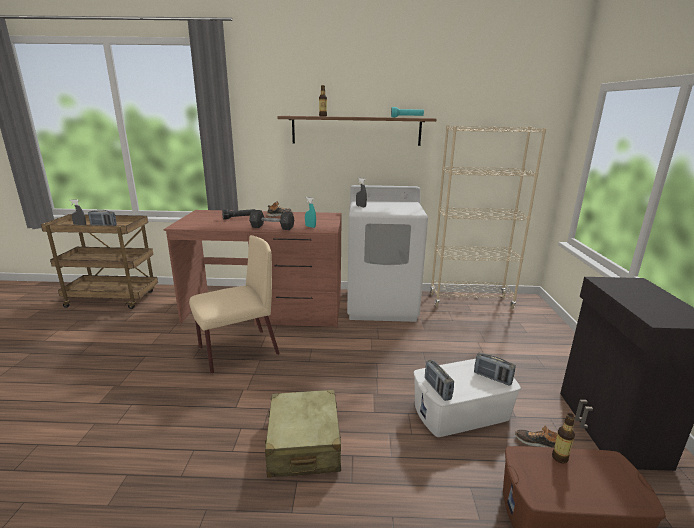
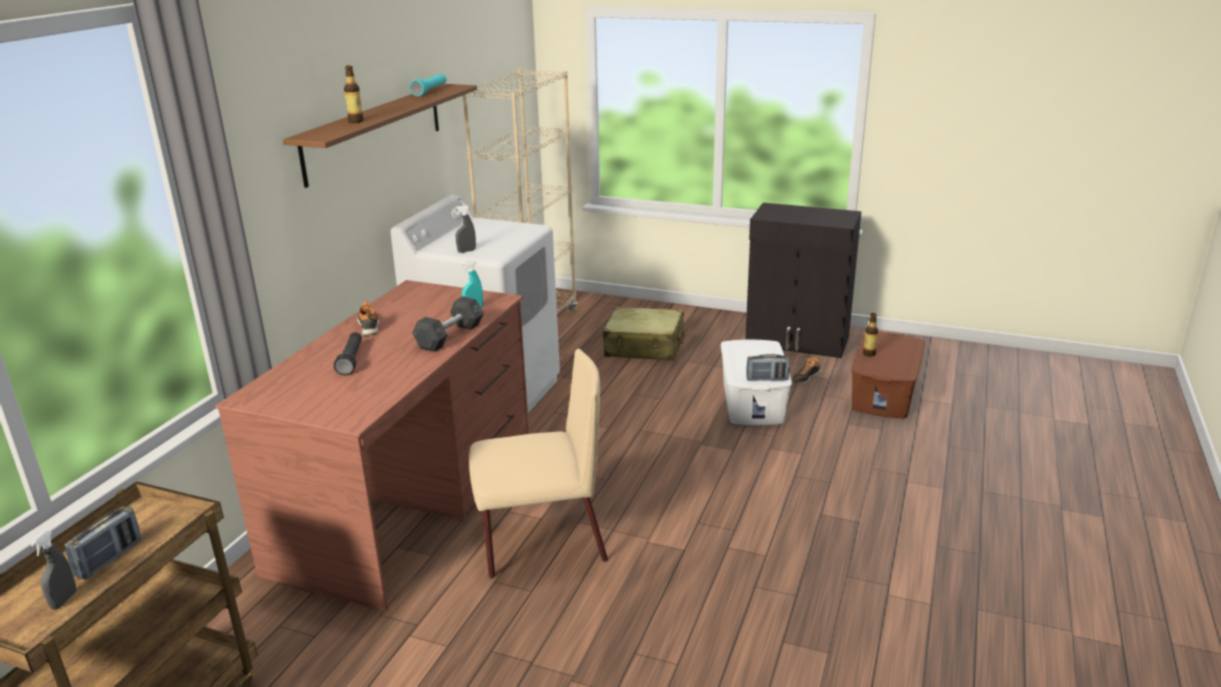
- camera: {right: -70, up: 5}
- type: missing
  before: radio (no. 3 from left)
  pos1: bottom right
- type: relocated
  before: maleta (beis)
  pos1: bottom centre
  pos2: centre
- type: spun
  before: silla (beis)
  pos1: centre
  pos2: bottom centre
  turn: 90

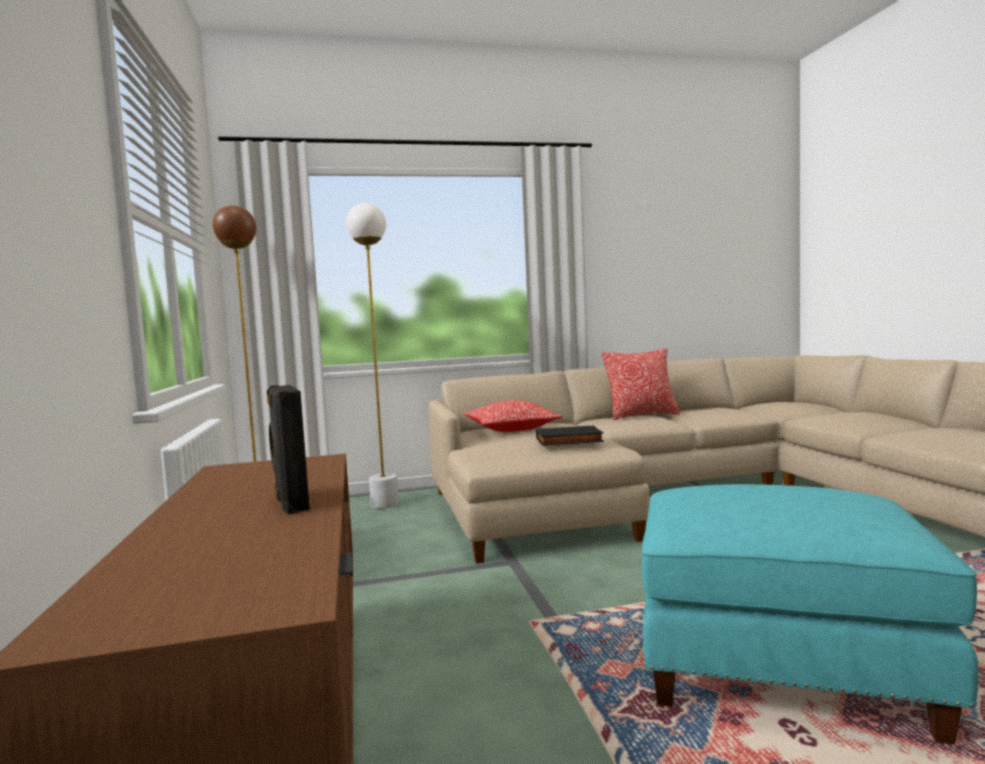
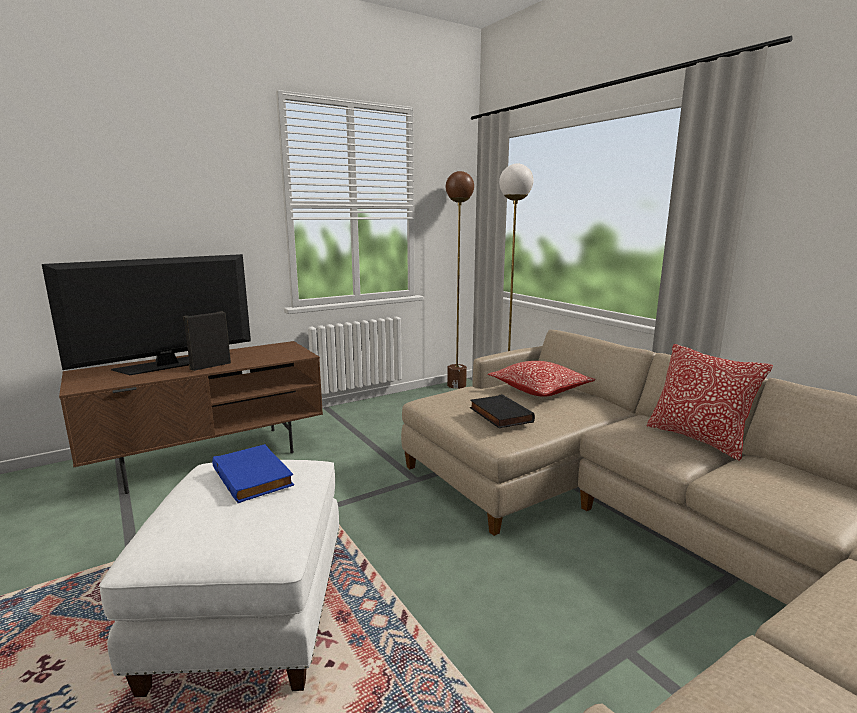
- camera: {right: 70, up: 10}
- type: appeared
  after: televisor
  pos2: middle left
- type: appeared
  after: libro (azul)
  pos2: middle left
- type: colour
  before: puf (turquesa)
  after: puf (blanco)
  pos1: bottom right
  pos2: bottom left

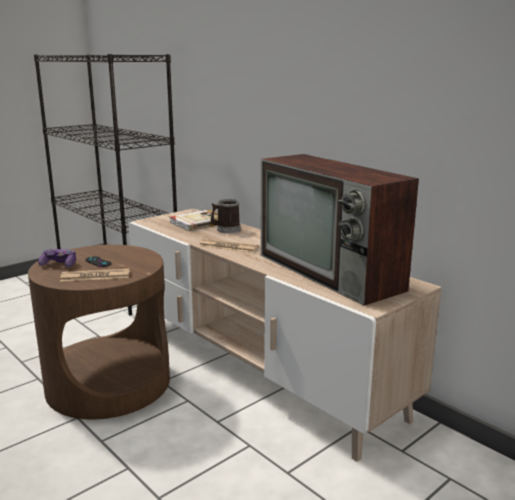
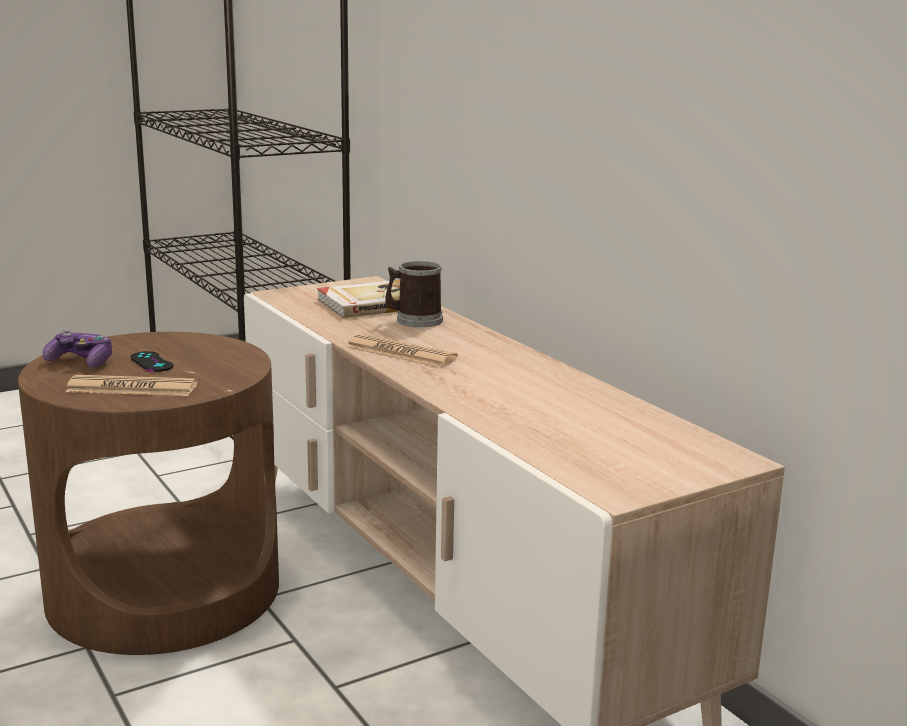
- camera: {right: 10, up: 0}
- type: missing
  before: televisor
  pos1: centre

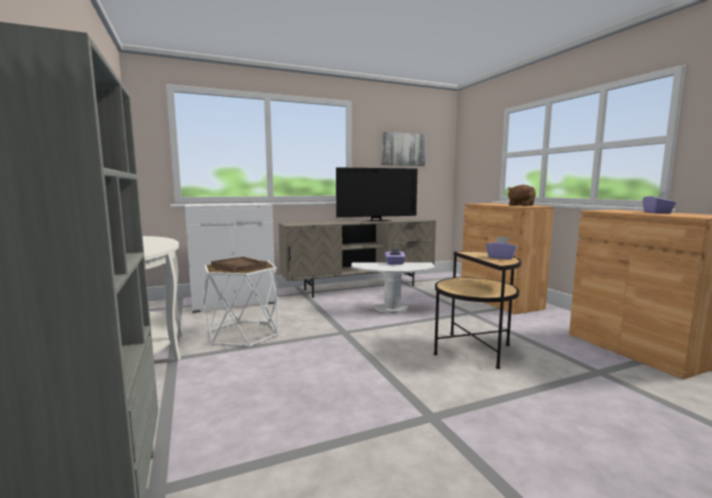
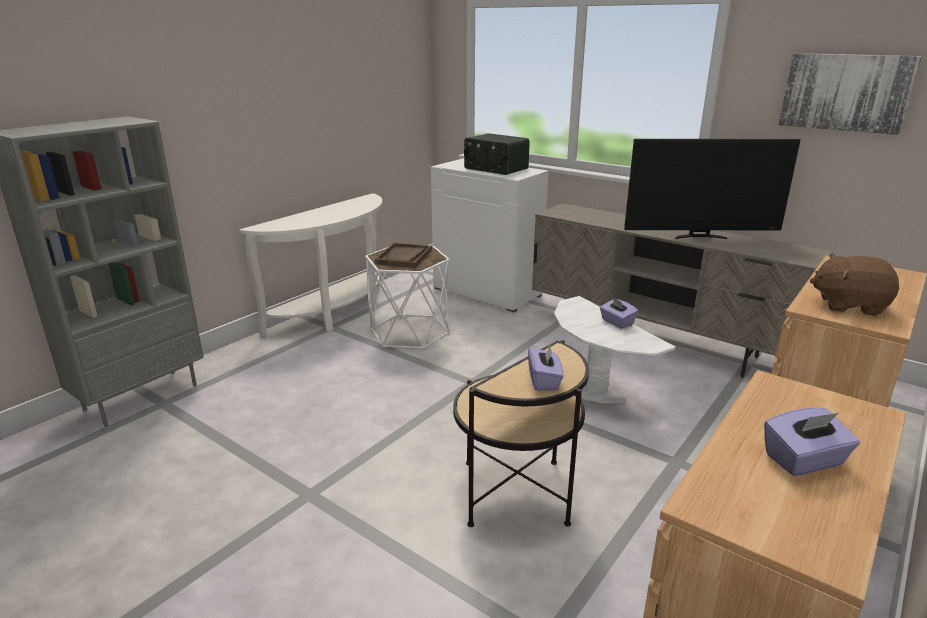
- camera: {right: 60, up: 15}
- type: appeared
  after: radio
  pos2: top centre
- type: spun
  before: televisor
  pos1: centre
  pos2: top right
  turn: -45

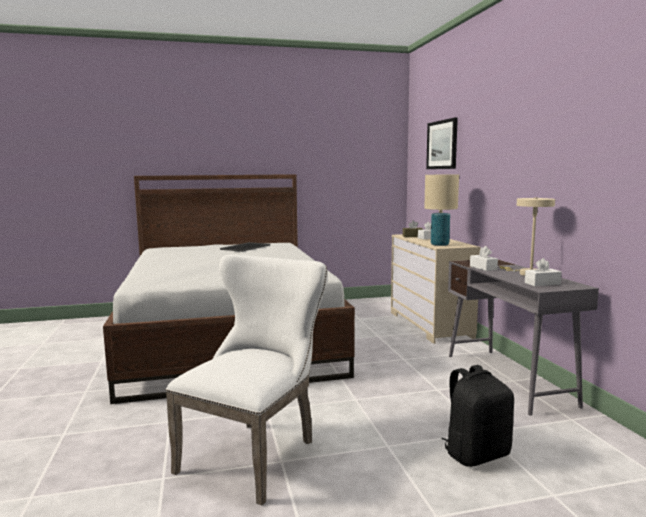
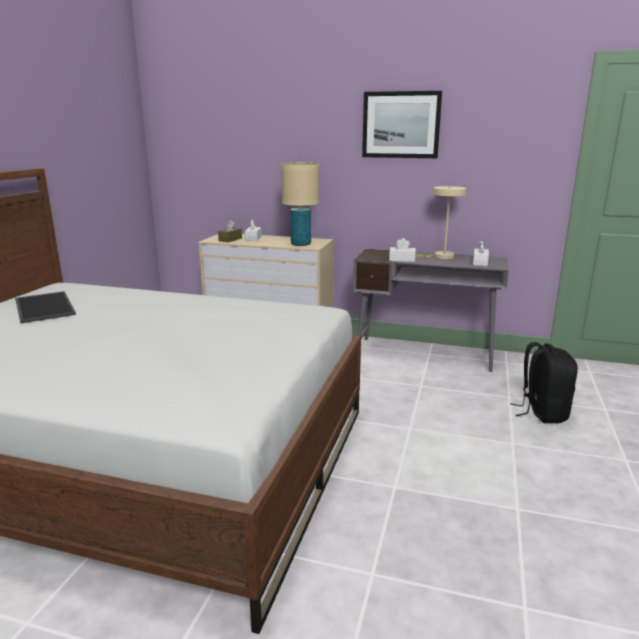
- camera: {right: -60, up: 10}
- type: missing
  before: silla (blanco)
  pos1: bottom centre
- type: relocated
  before: cuadro
  pos1: top right
  pos2: top centre

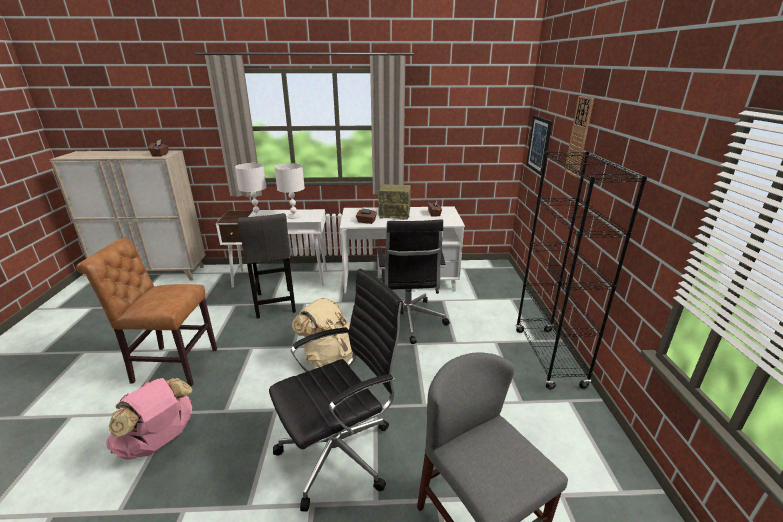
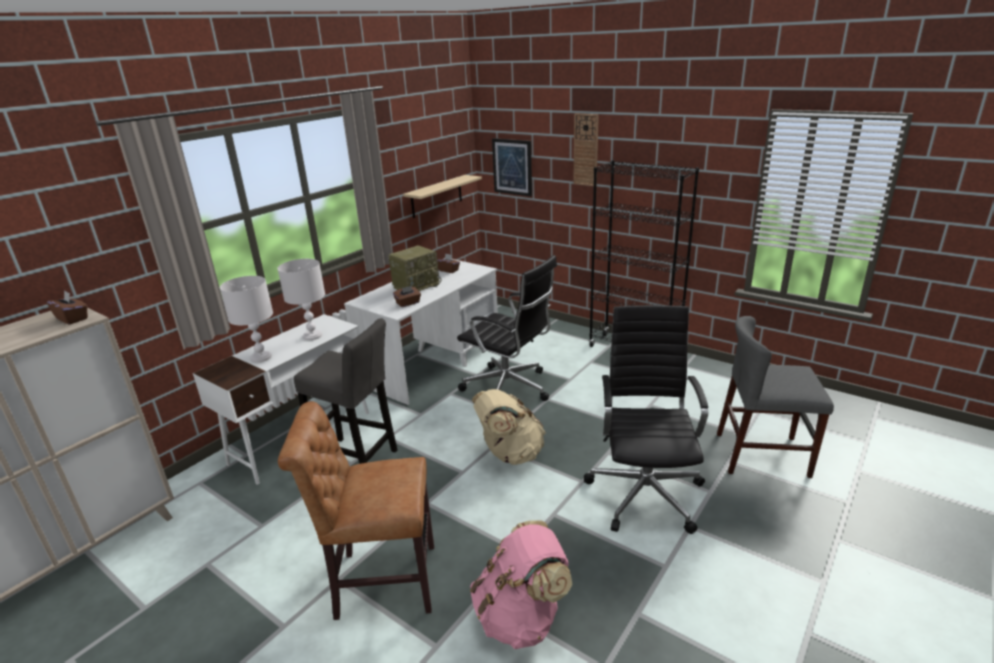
- camera: {right: -50, up: 0}
- type: appeared
  after: estante (beis)
  pos2: top centre
- type: spun
  before: silla (marrón)
  pos1: middle left
  pos2: bottom centre
  turn: 45

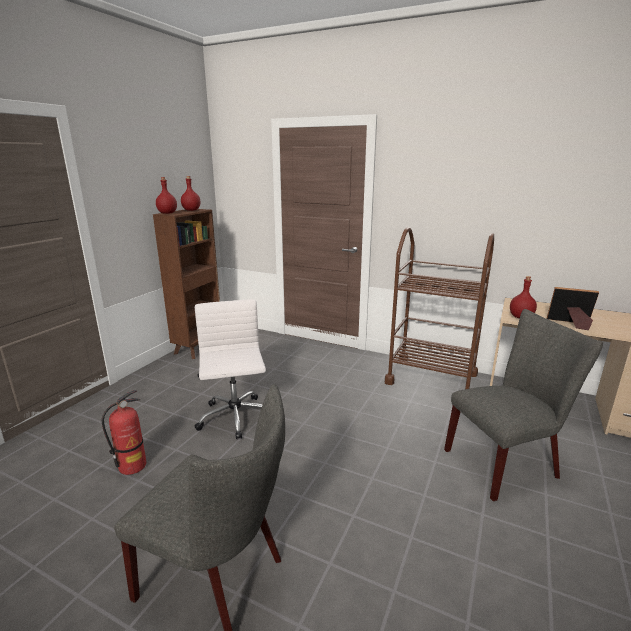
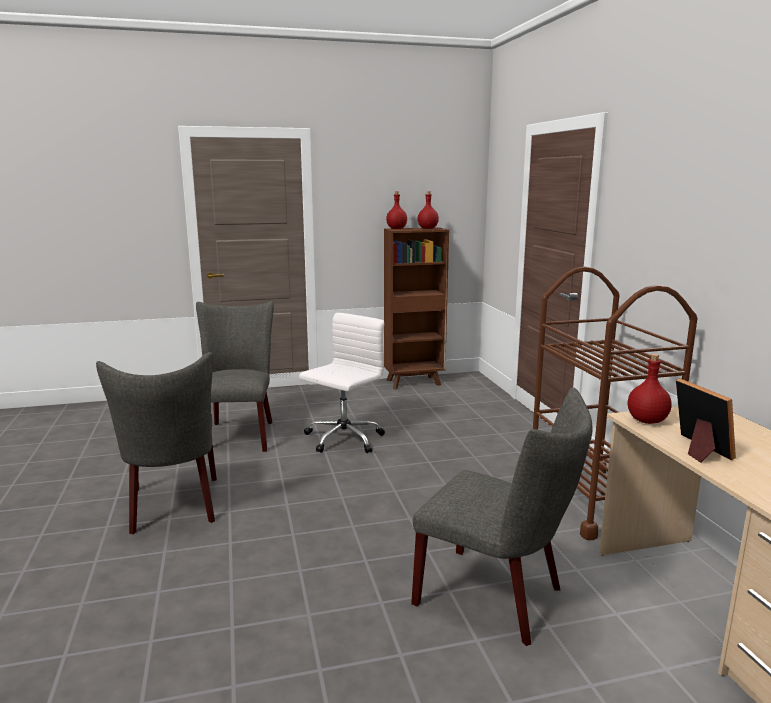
- camera: {right: 50, up: -5}
- type: exchanged
  before: extintor
  after: silla (gris) (no. 2 from left)
  pos1: bottom left
  pos2: middle left

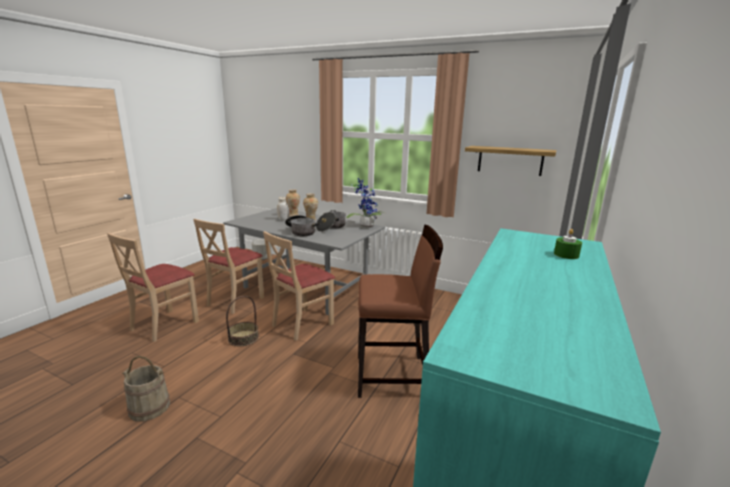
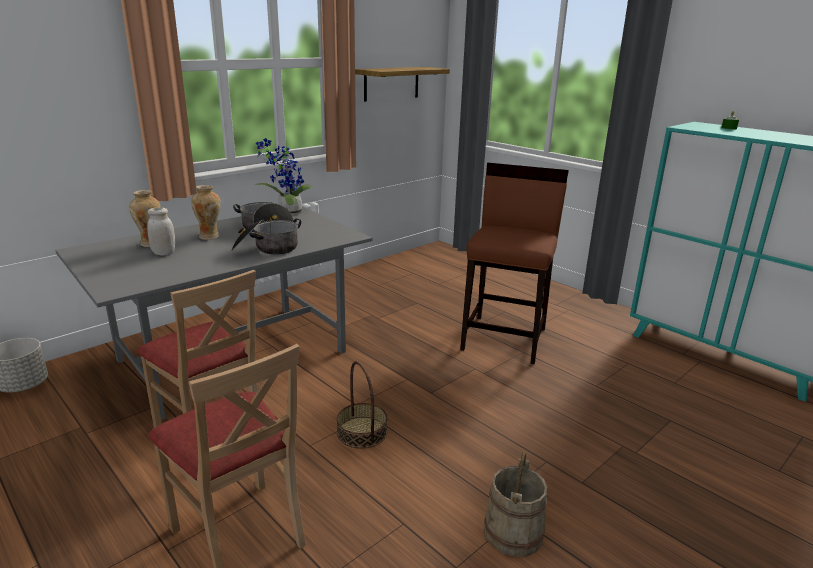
- camera: {right: -70, up: 5}
- type: missing
  before: silla (beis) (no. 3 from left)
  pos1: centre

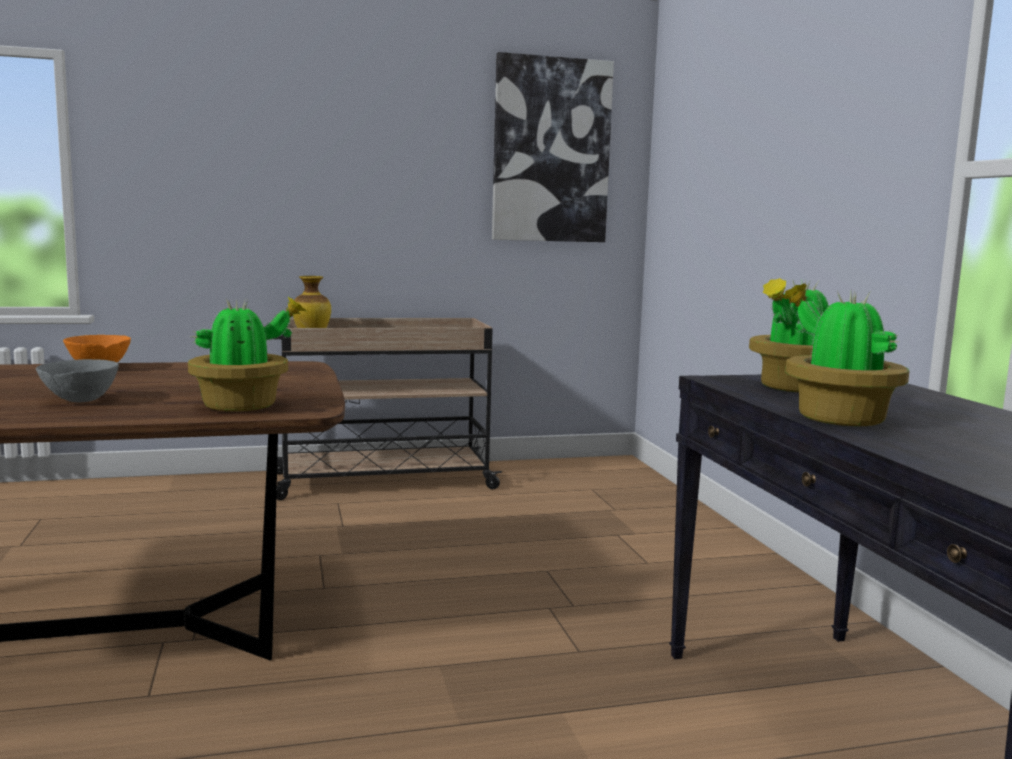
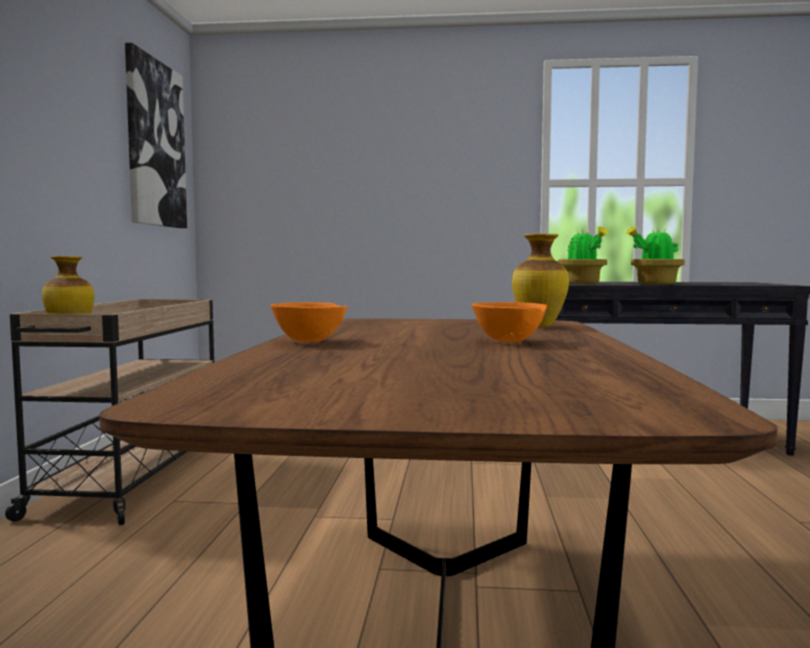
- camera: {right: -70, up: -5}
- type: exchanged
  before: planta en maceta (no. 1 from left)
  after: florero (no. 2 from left)
  pos1: middle left
  pos2: middle right
- type: colour
  before: cuenco (gris)
  after: cuenco (naranja) (no. 2 from left)
  pos1: middle left
  pos2: centre

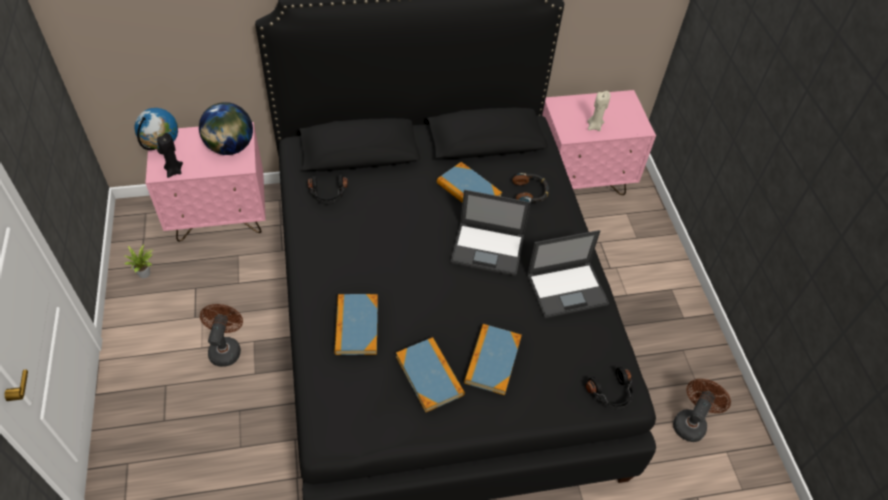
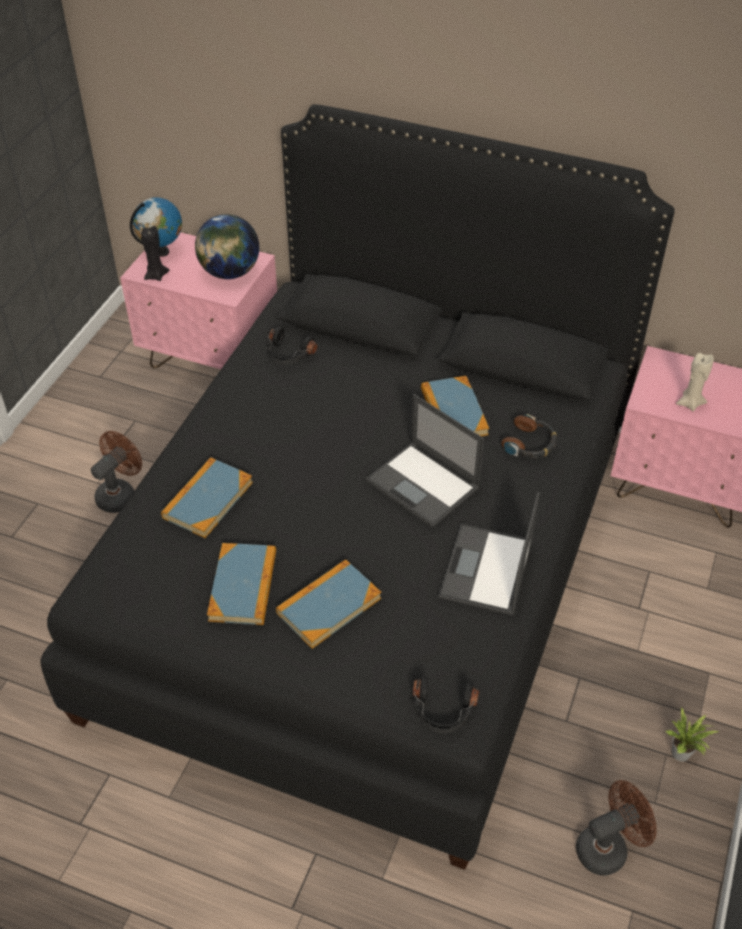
- camera: {right: 35, up: -5}
- type: relocated
  before: planta en maceta
  pos1: middle left
  pos2: bottom right
- type: spun
  before: portátil (no. 2 from left)
  pos1: centre
  pos2: centre
  turn: 90

